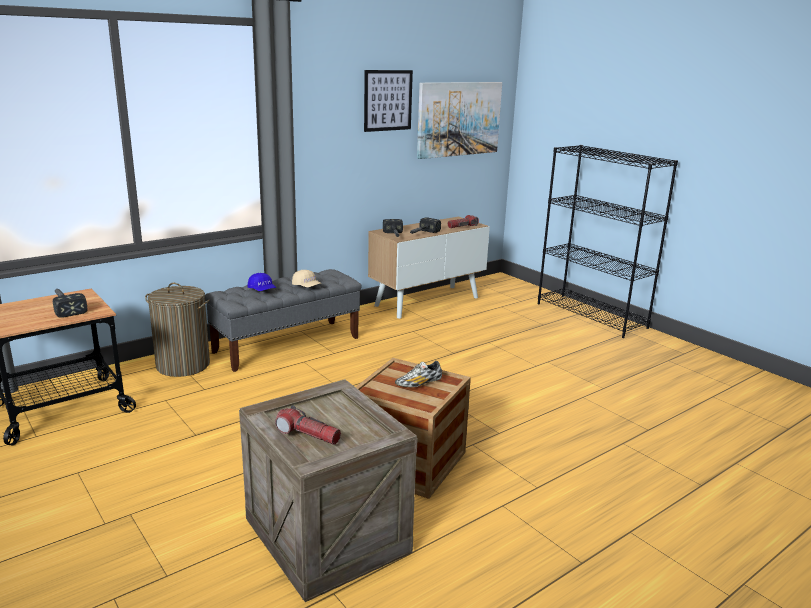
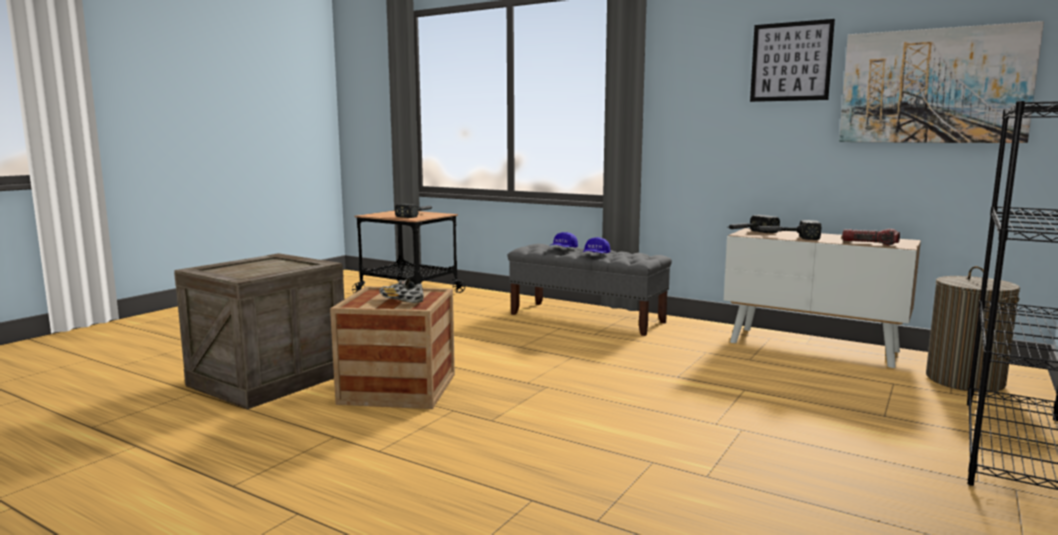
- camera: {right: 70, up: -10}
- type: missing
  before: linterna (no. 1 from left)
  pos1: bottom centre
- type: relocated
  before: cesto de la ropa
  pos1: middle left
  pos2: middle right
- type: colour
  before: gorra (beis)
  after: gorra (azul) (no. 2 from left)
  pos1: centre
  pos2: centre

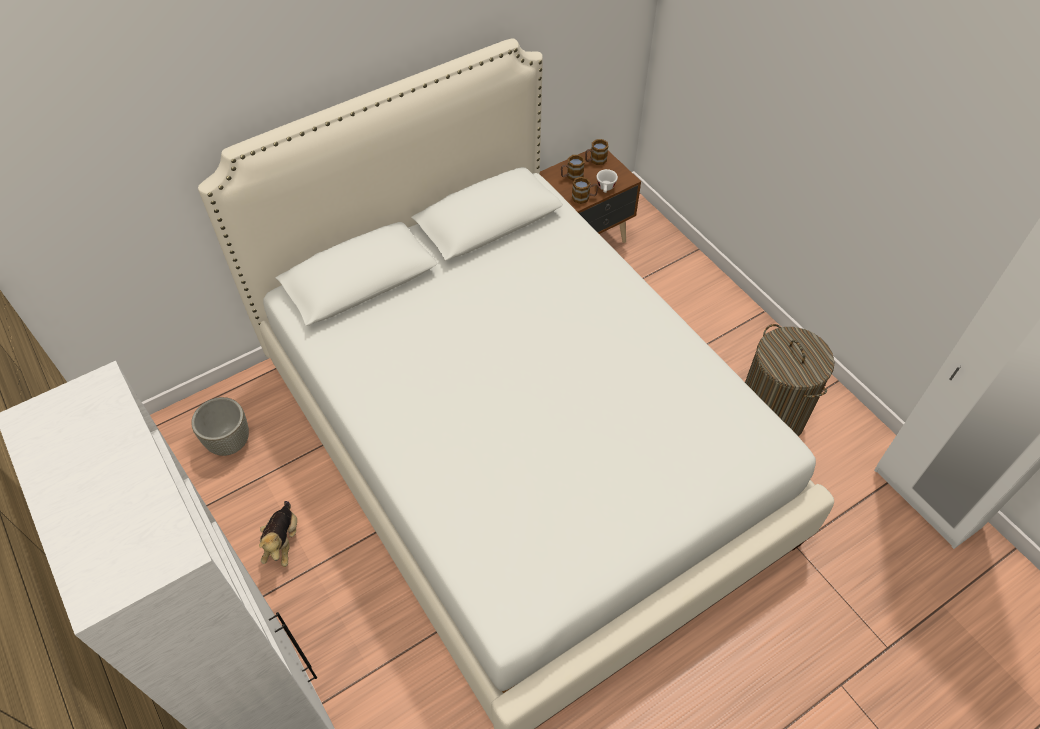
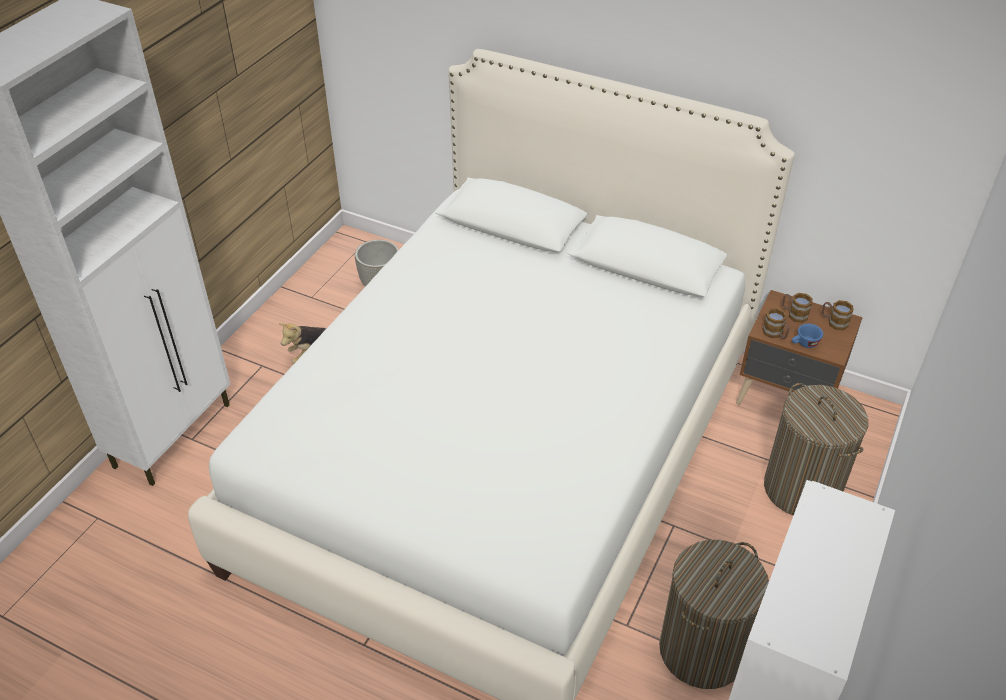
- camera: {right: 60, up: -10}
- type: appeared
  after: cesto de la ropa (no. 2 from left)
  pos2: middle right
- type: colour
  before: taza (blanco)
  after: taza (azul)
  pos1: top centre
  pos2: middle right

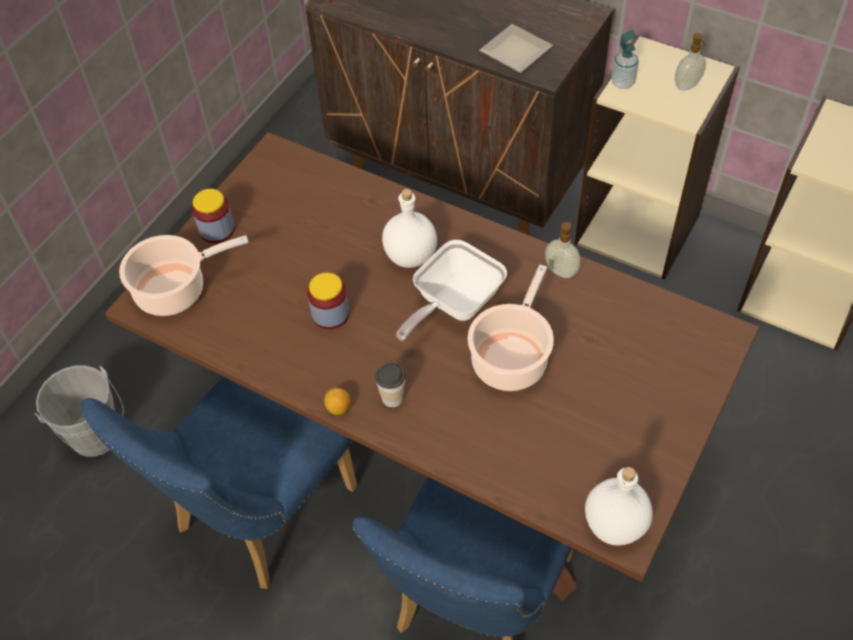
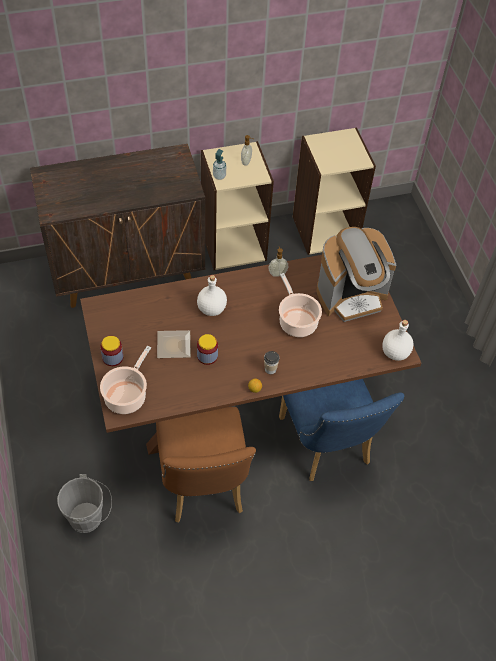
- camera: {right: -50, up: 0}
- type: missing
  before: sartén
  pos1: centre
- type: appeared
  after: cafetera
  pos2: middle right
- type: relocated
  before: plato
  pos1: top centre
  pos2: centre
- type: colour
  before: silla (azul) (no. 1 from left)
  after: silla (marrón)
  pos1: bottom left
  pos2: bottom centre

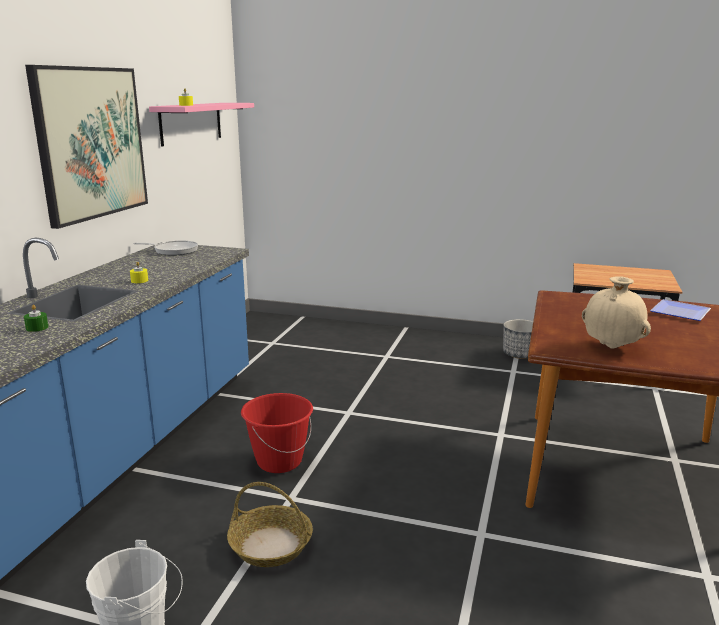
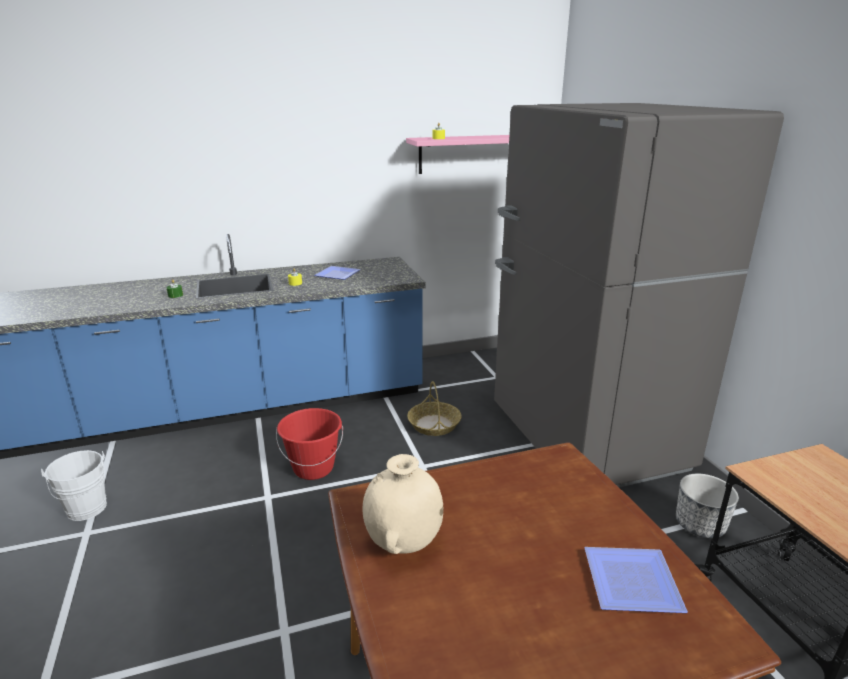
- camera: {right: 55, up: 5}
- type: missing
  before: cuadro
  pos1: top left
- type: missing
  before: sartén
  pos1: middle left
- type: appeared
  after: plato (no. 1 from left)
  pos2: centre
- type: appeared
  after: nevera (gris)
  pos2: middle right
- type: relocated
  before: cesta
  pos1: bottom centre
  pos2: centre

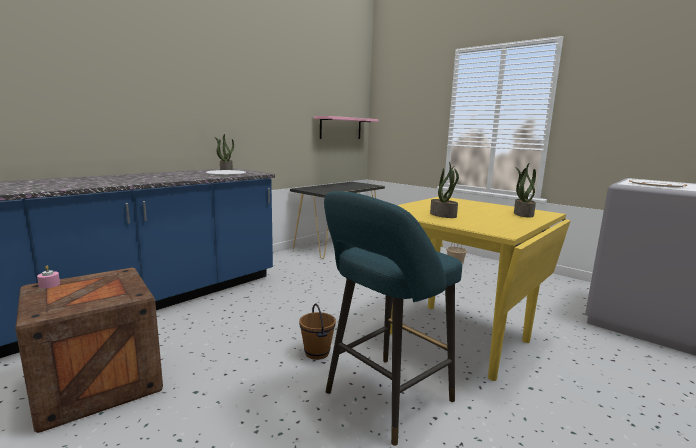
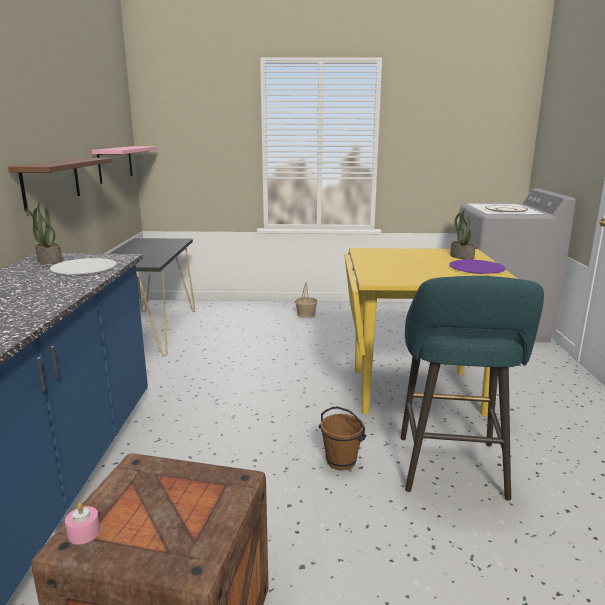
- camera: {right: -40, up: 5}
- type: missing
  before: planta en maceta (no. 2 from left)
  pos1: centre
- type: appeared
  after: estante (marrón)
  pos2: top left
- type: appeared
  after: plato (morado)
  pos2: middle right

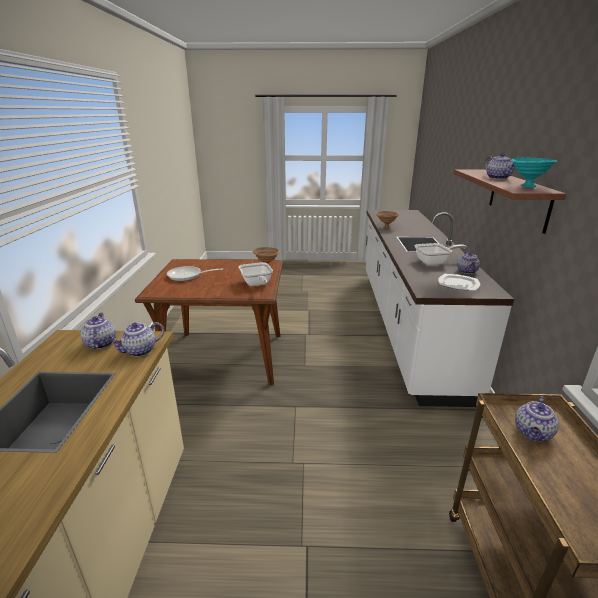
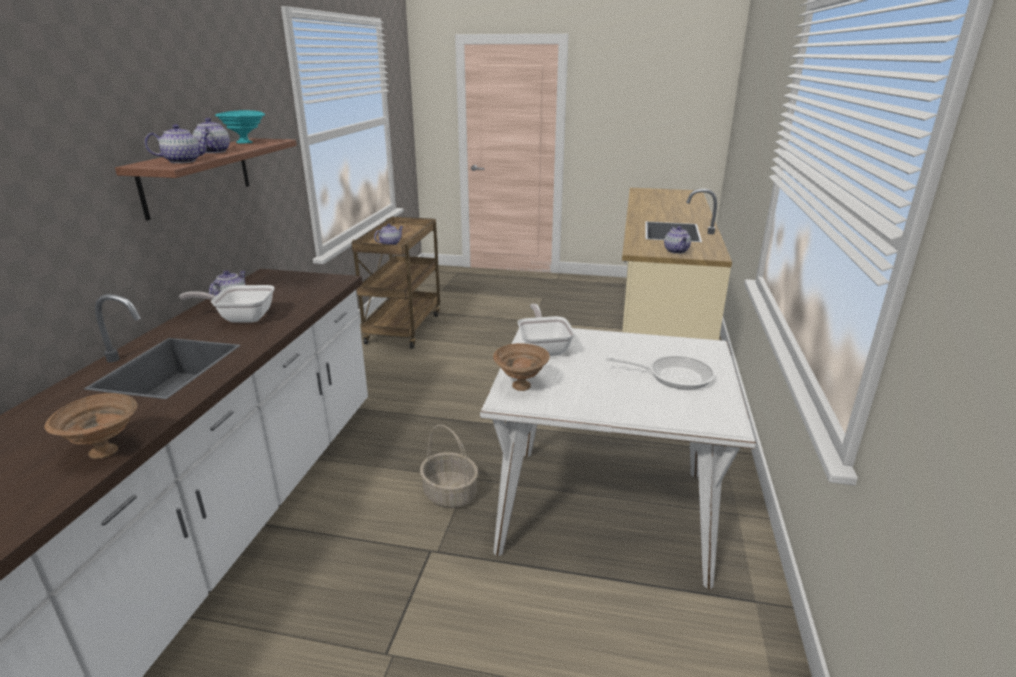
- camera: {right: -170, up: 0}
- type: missing
  before: plato
  pos1: middle right
- type: appeared
  after: cesta
  pos2: bottom centre
- type: relocated
  before: tetera (no. 2 from left in the first image)
  after: tetera (no. 1 from left)
  pos1: middle left
  pos2: top left
- type: colour
  before: mesa de comedor (marrón)
  after: mesa de comedor (blanco)
  pos1: centre
  pos2: bottom centre

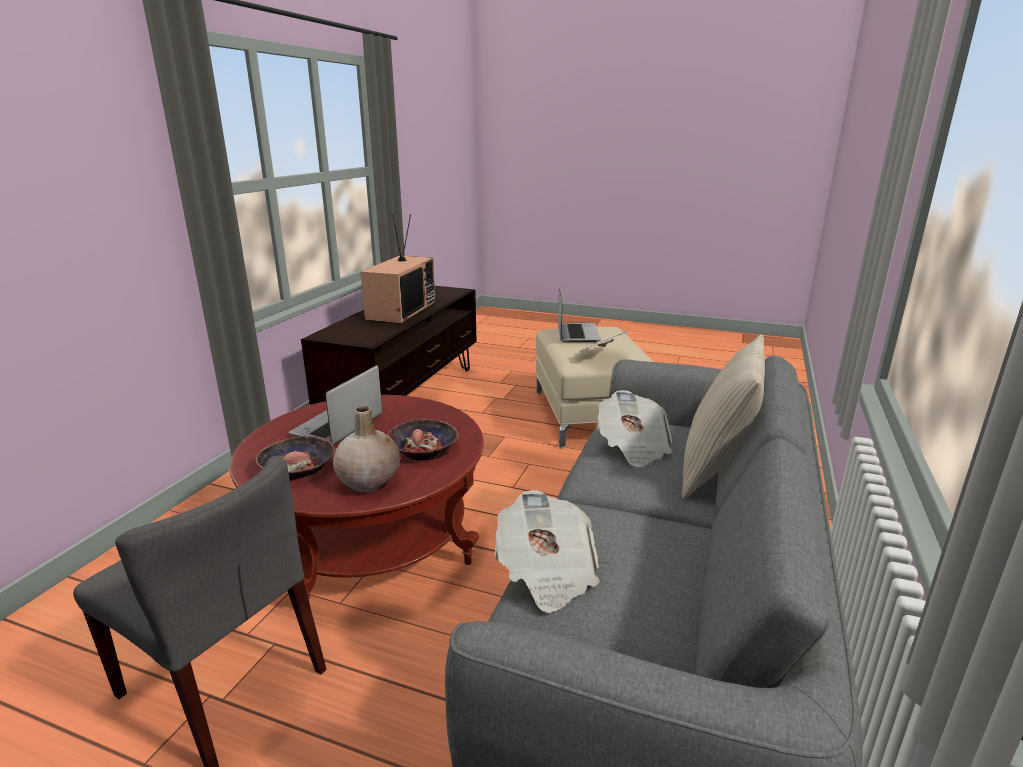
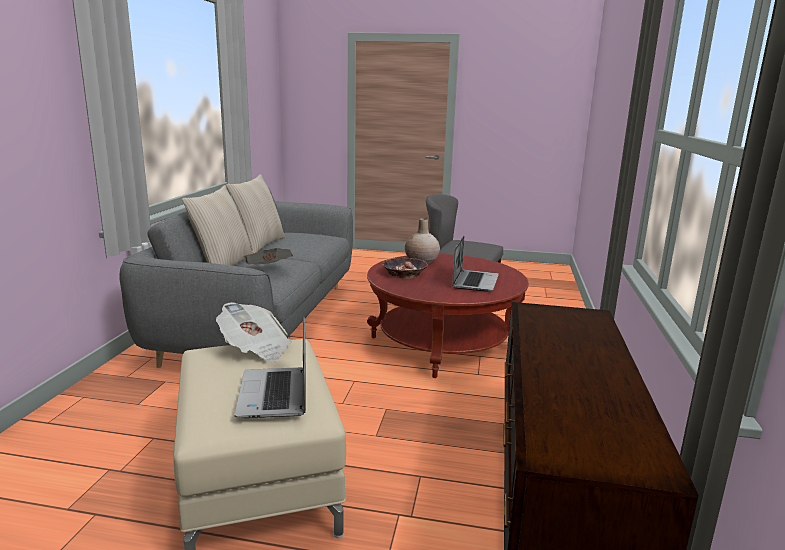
- camera: {right: 170, up: -5}
- type: missing
  before: cuenco (no. 1 from left)
  pos1: middle left
- type: missing
  before: televisor
  pos1: centre
- type: missing
  before: periódico (no. 1 from left)
  pos1: bottom centre
- type: appeared
  after: cojín (beis) (no. 2 from left)
  pos2: middle left

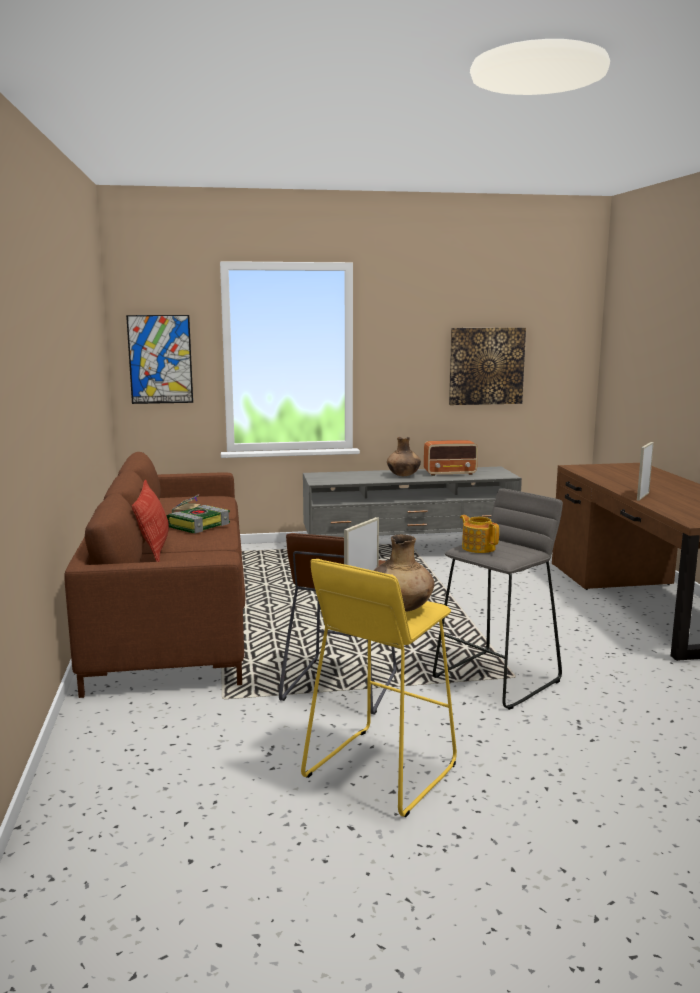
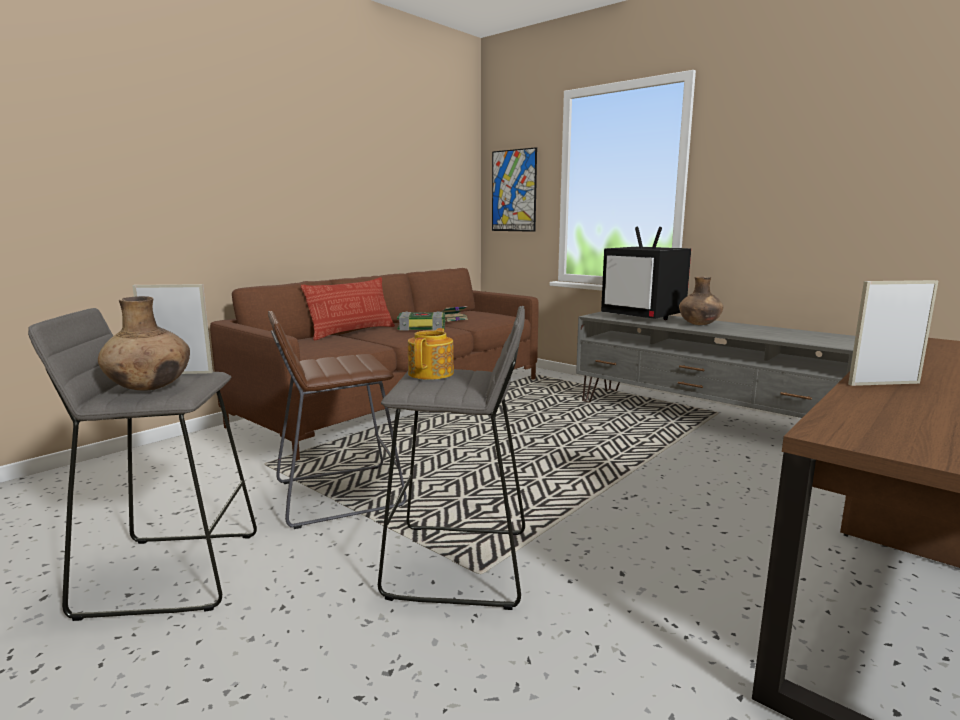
- camera: {right: 50, up: 0}
- type: missing
  before: radio
  pos1: centre
- type: missing
  before: cuadro (no. 2 from left)
  pos1: middle right
- type: appeared
  after: televisor
  pos2: middle right
- type: colour
  before: taburete (amarillo)
  after: taburete (gris) (no. 1 from left)
  pos1: bottom centre
  pos2: middle left

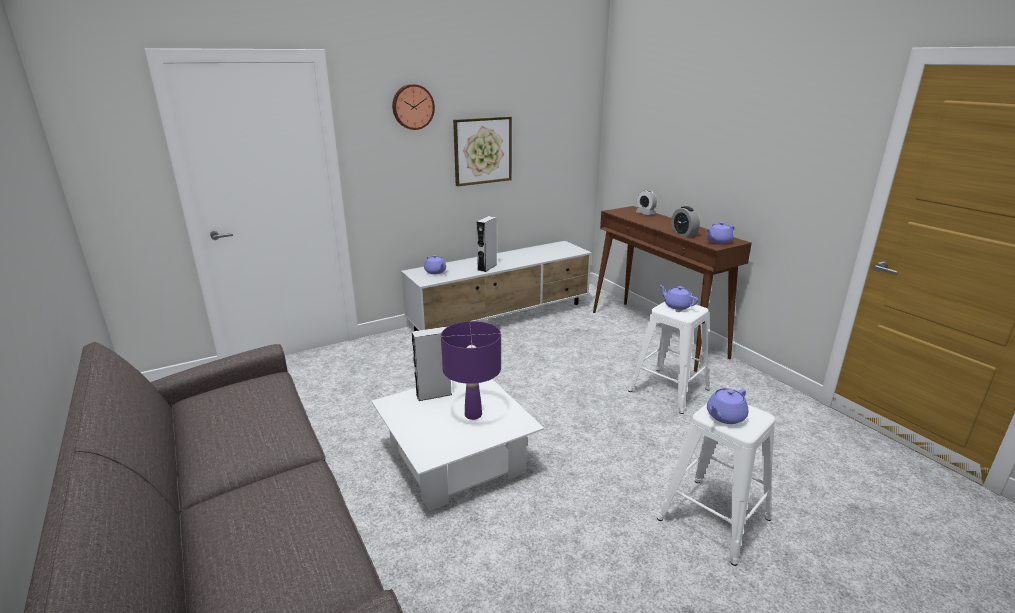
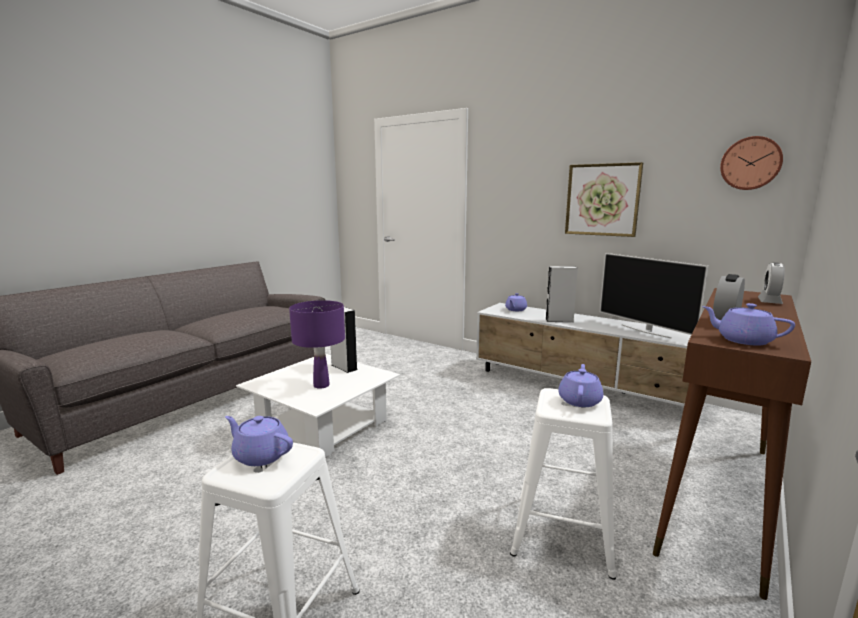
- camera: {right: 65, up: -10}
- type: appeared
  after: televisor
  pos2: middle right
- type: relocated
  before: reloj de pared
  pos1: top centre
  pos2: top right

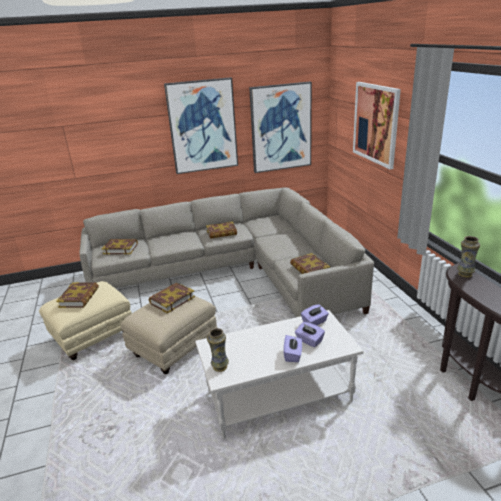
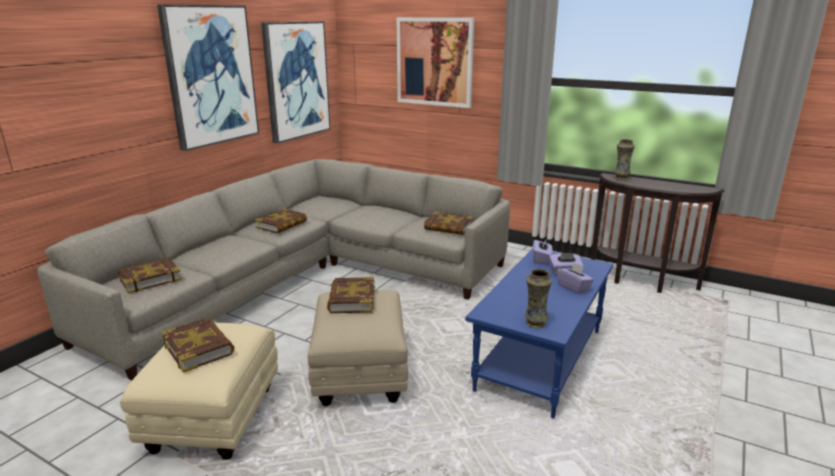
- camera: {right: -45, up: -5}
- type: colour
  before: mesa de centro (blanco)
  after: mesa de centro (azul)
  pos1: bottom centre
  pos2: bottom centre

